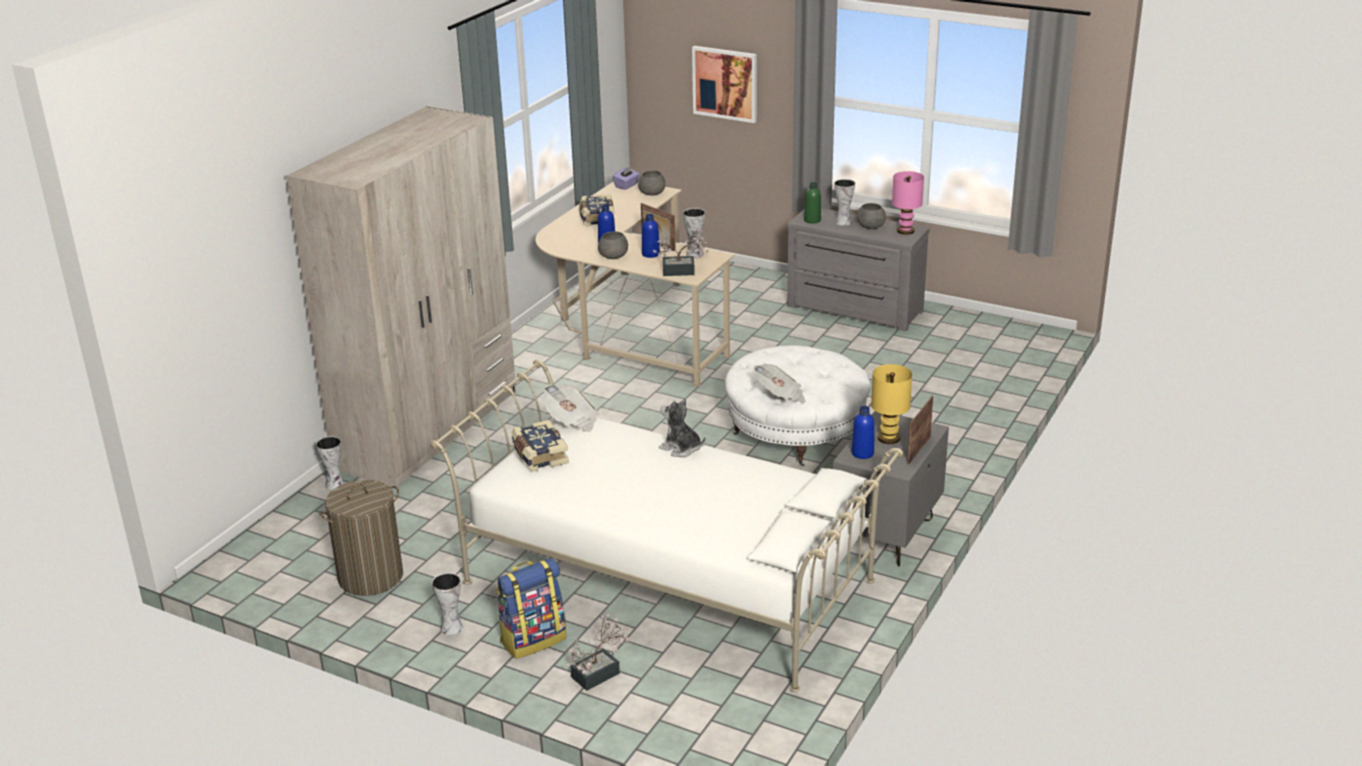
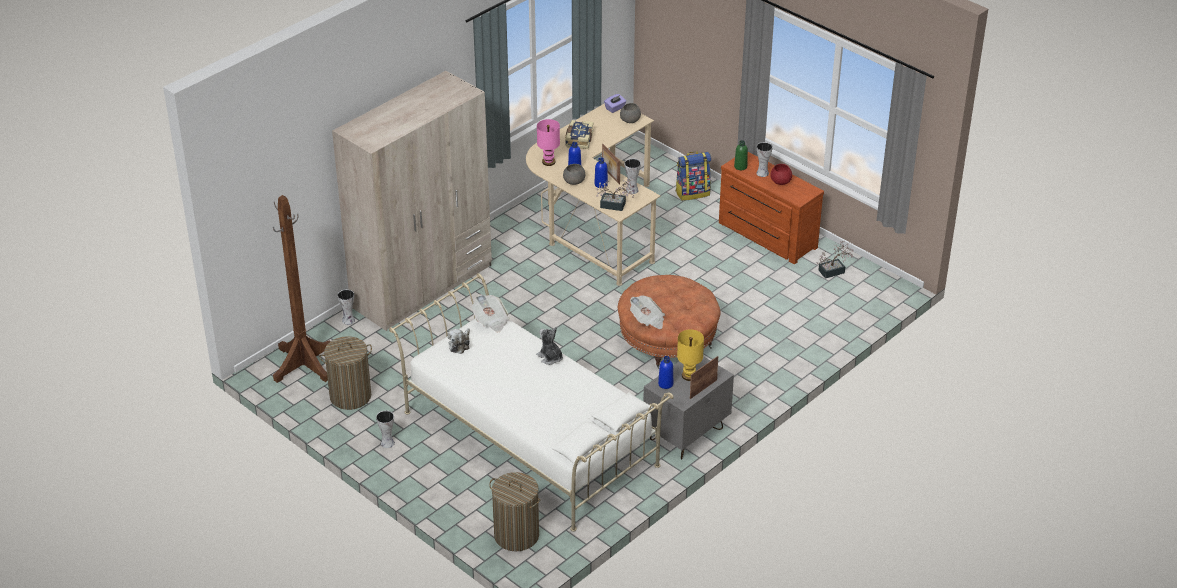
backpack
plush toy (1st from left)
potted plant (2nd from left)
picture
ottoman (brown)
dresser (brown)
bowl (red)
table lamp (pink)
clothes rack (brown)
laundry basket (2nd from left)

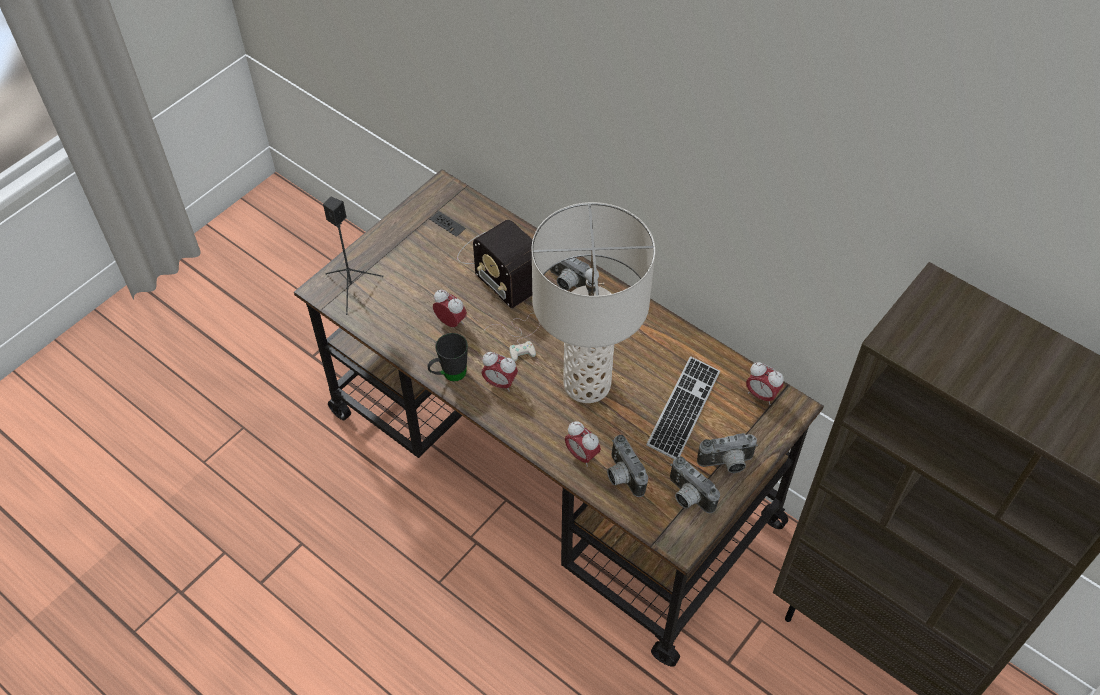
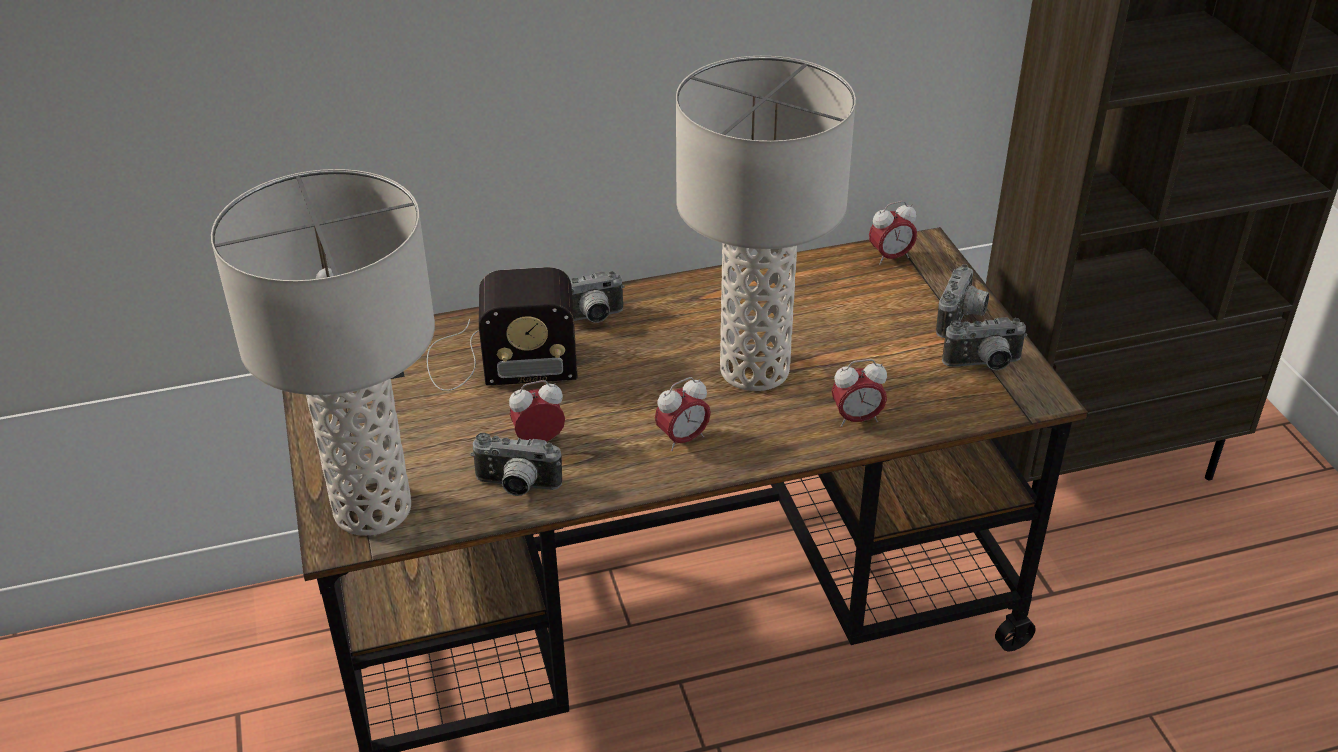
table lamp (white) (1st from left)
mug (black)
game controller (white)
photo camera (1st from left)
keyboard

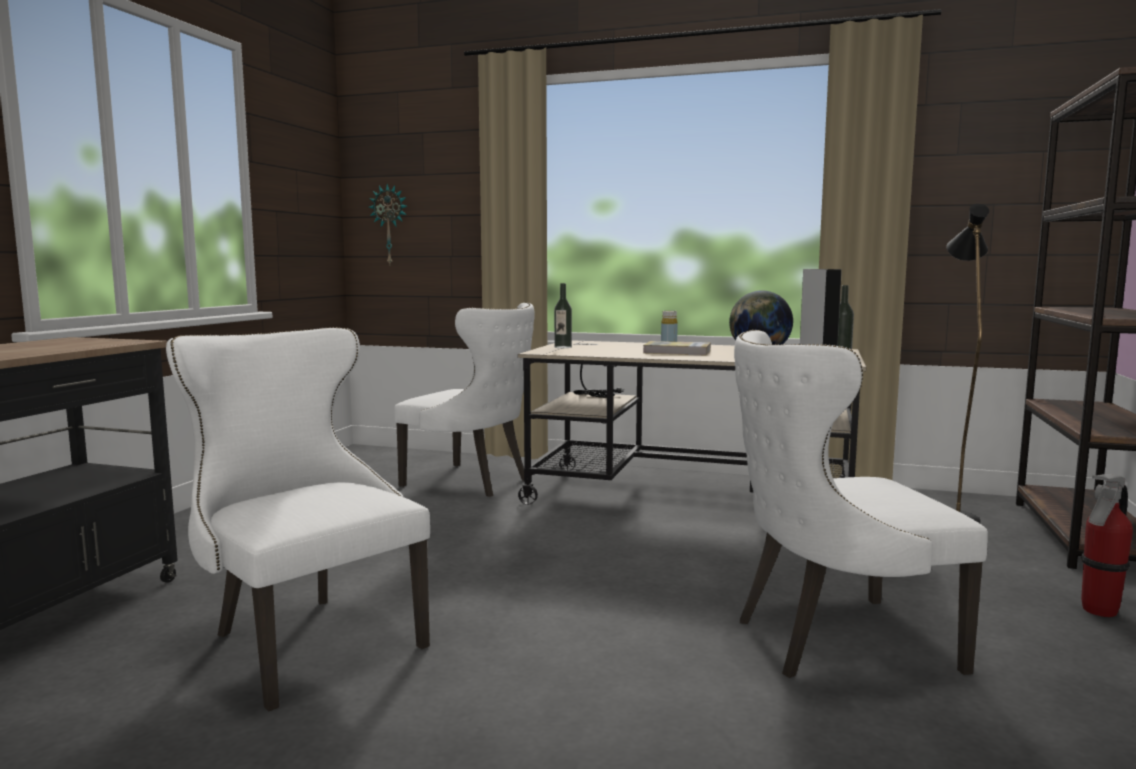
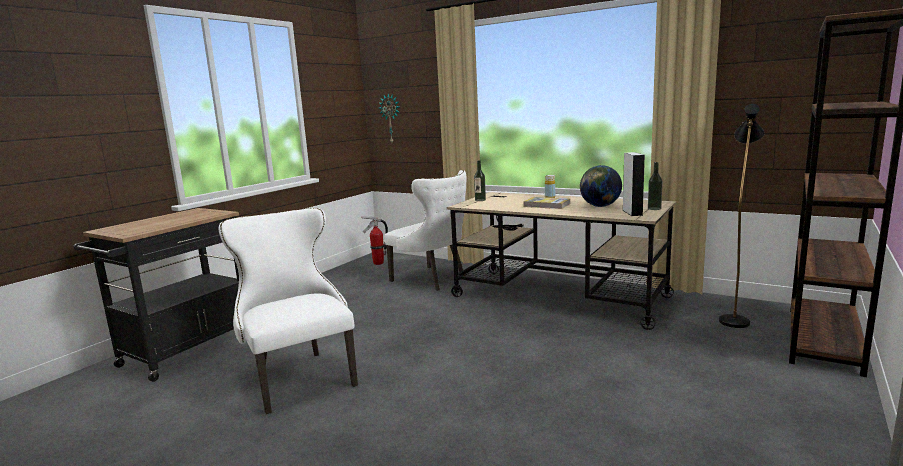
chair (white) (3rd from left in the first image)
fire extinguisher

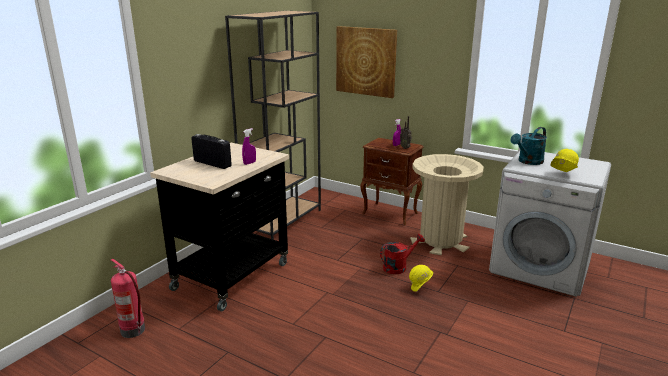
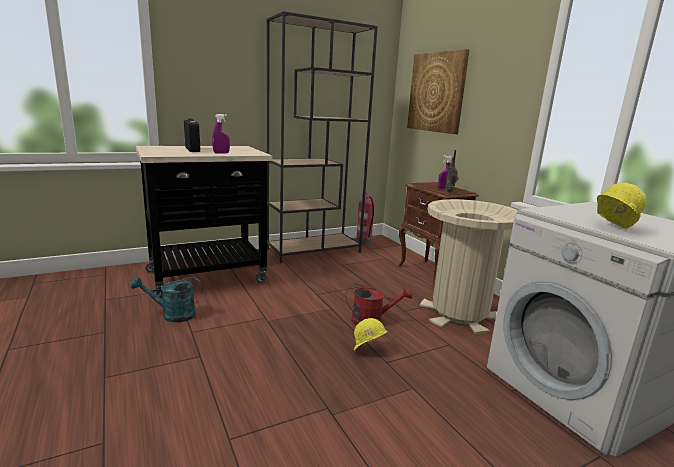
fire extinguisher
watering can (turquoise)

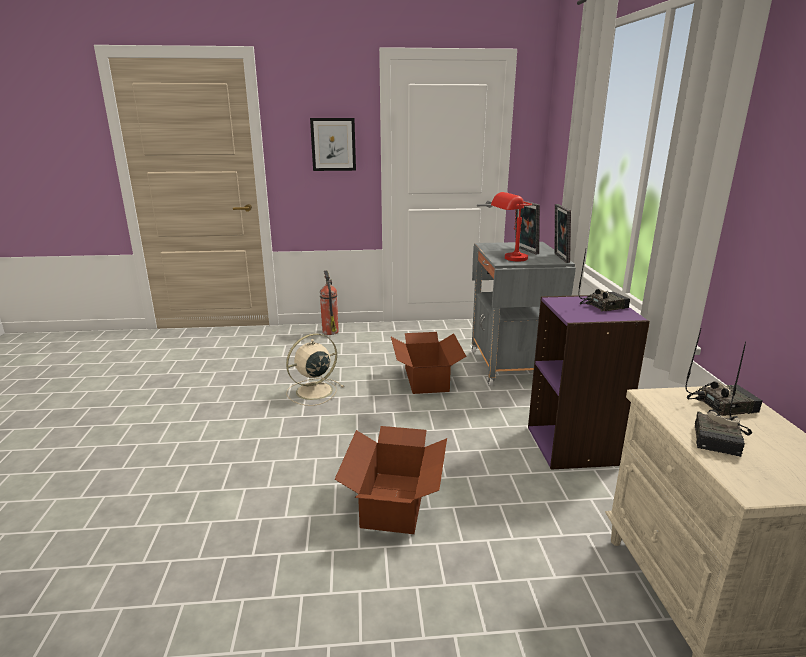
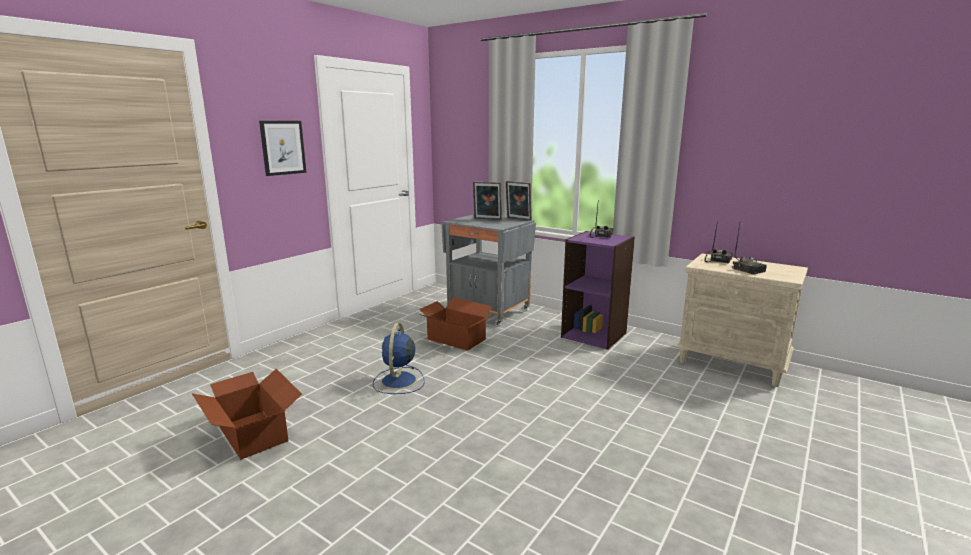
fan (blue)
fire extinguisher
cardboard box (1st from left)
table lamp (red)

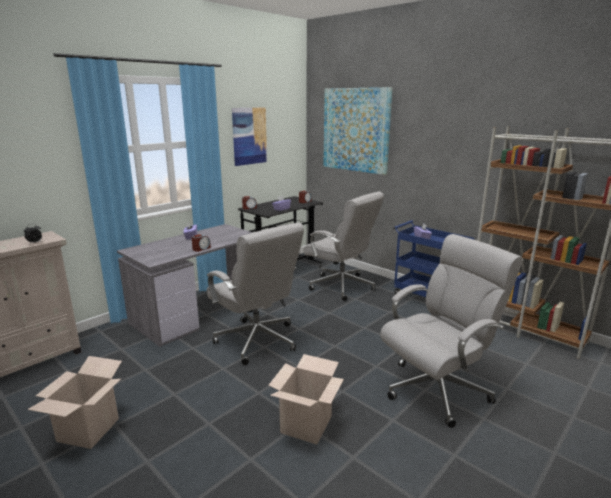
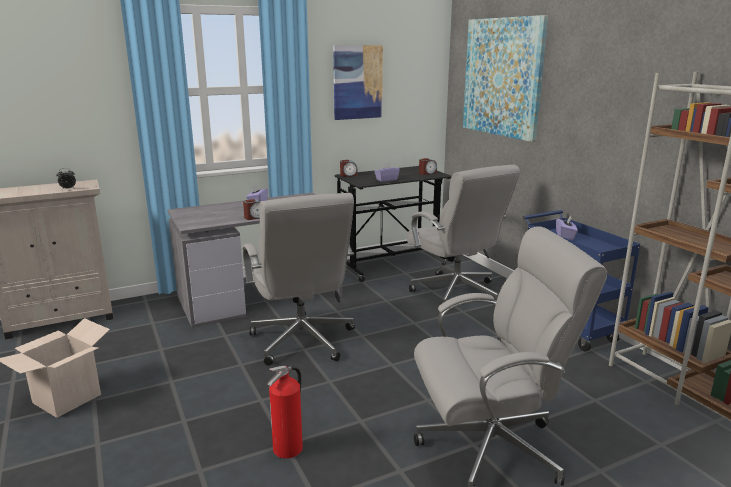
fire extinguisher

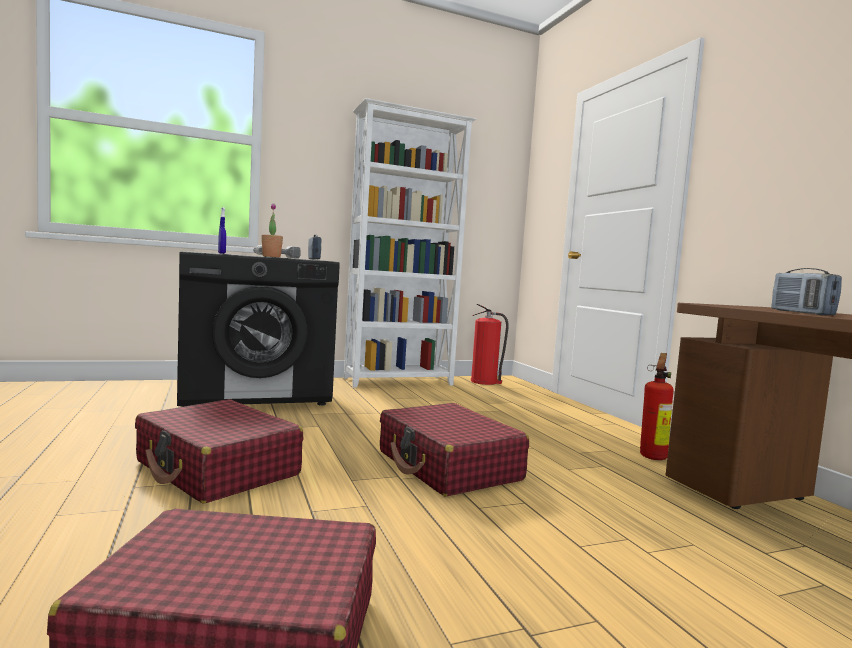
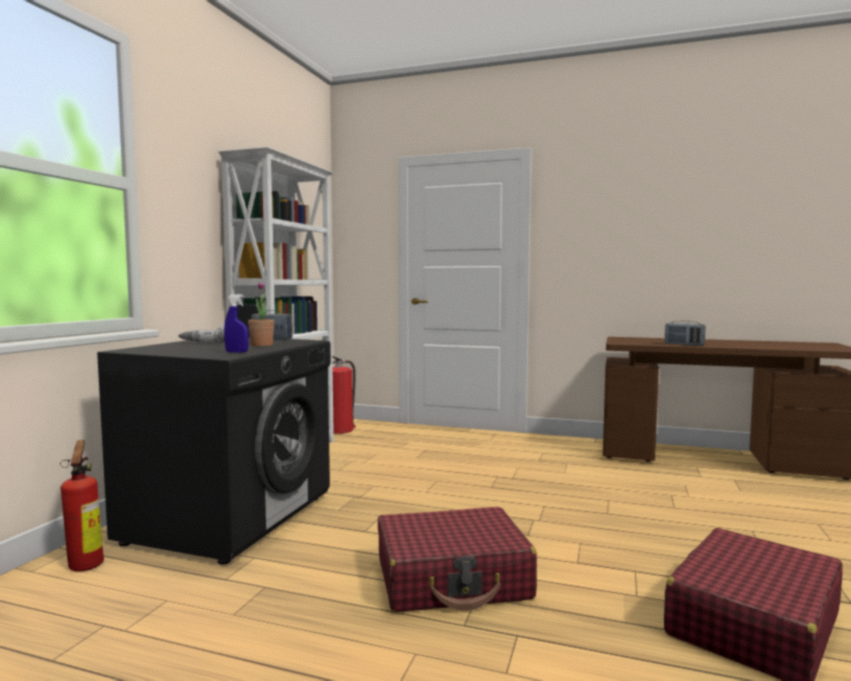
suitcase (red) (3rd from left in the first image)
fire extinguisher (1st from left)

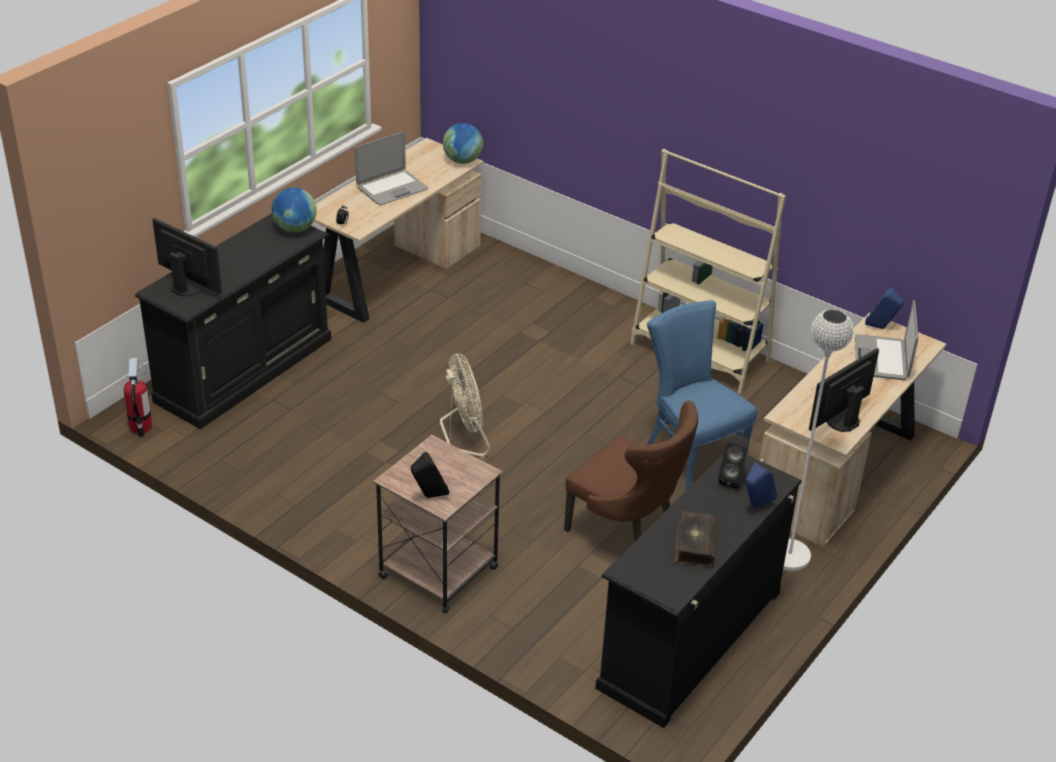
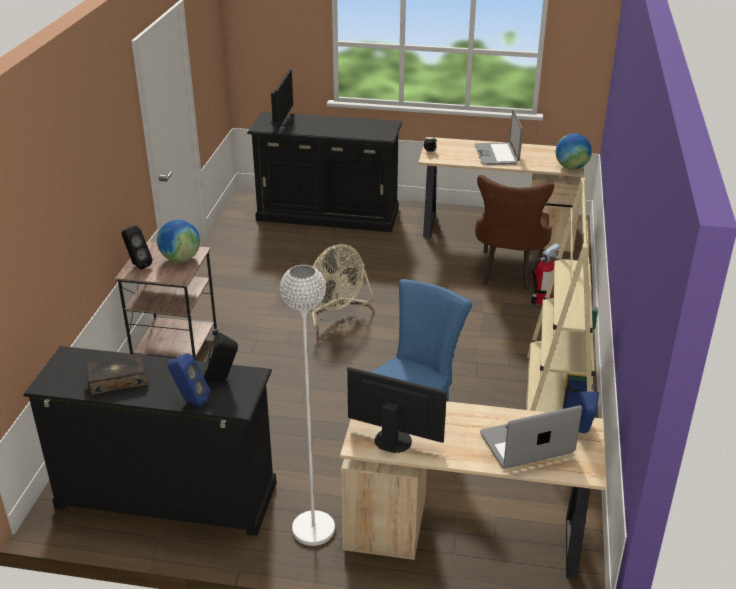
fire extinguisher
globe (1st from left)
laptop (1st from left)
chair (brown)

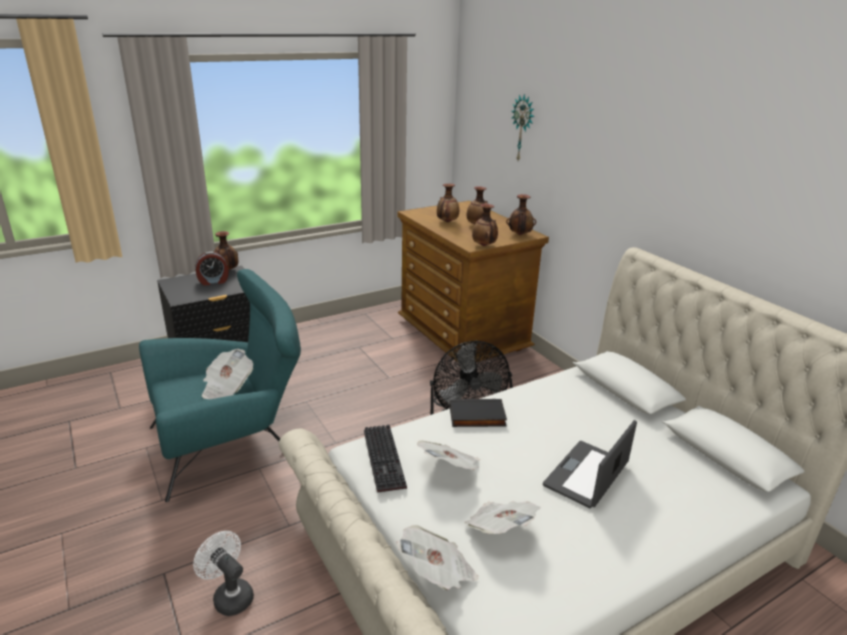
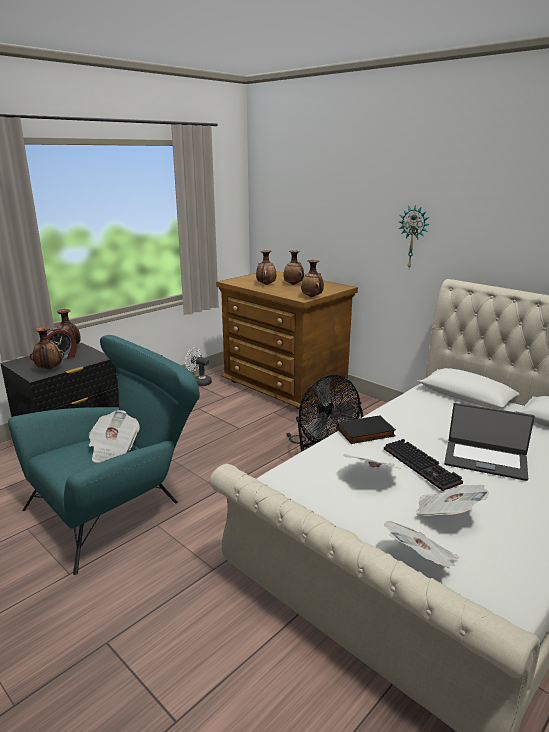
fan (white)
keyboard
vase (1st from left)
wall clock
laptop

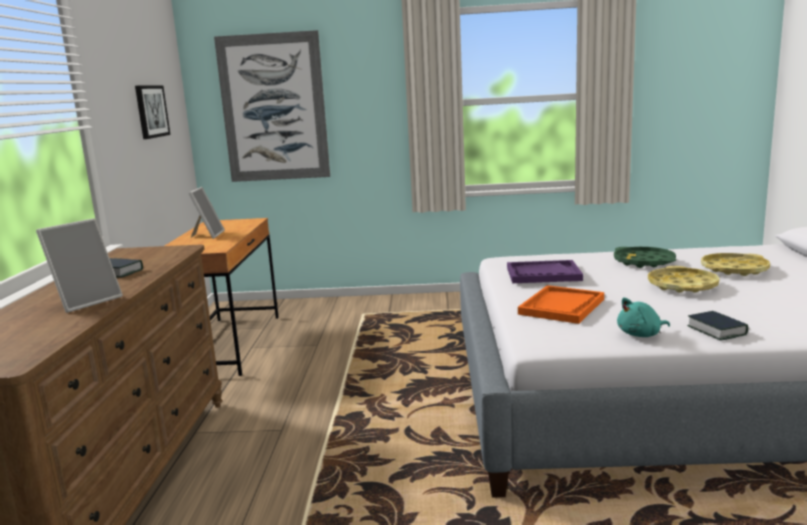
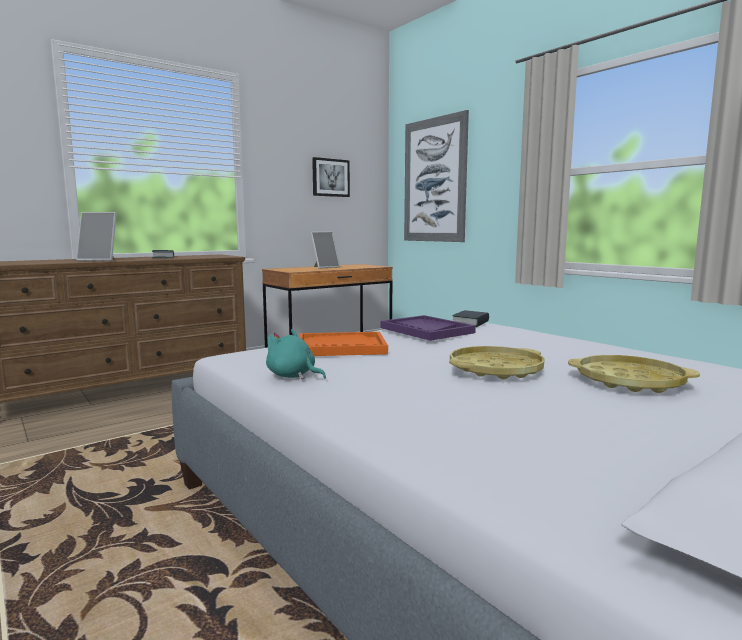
tray (green)
book (2nd from left)

